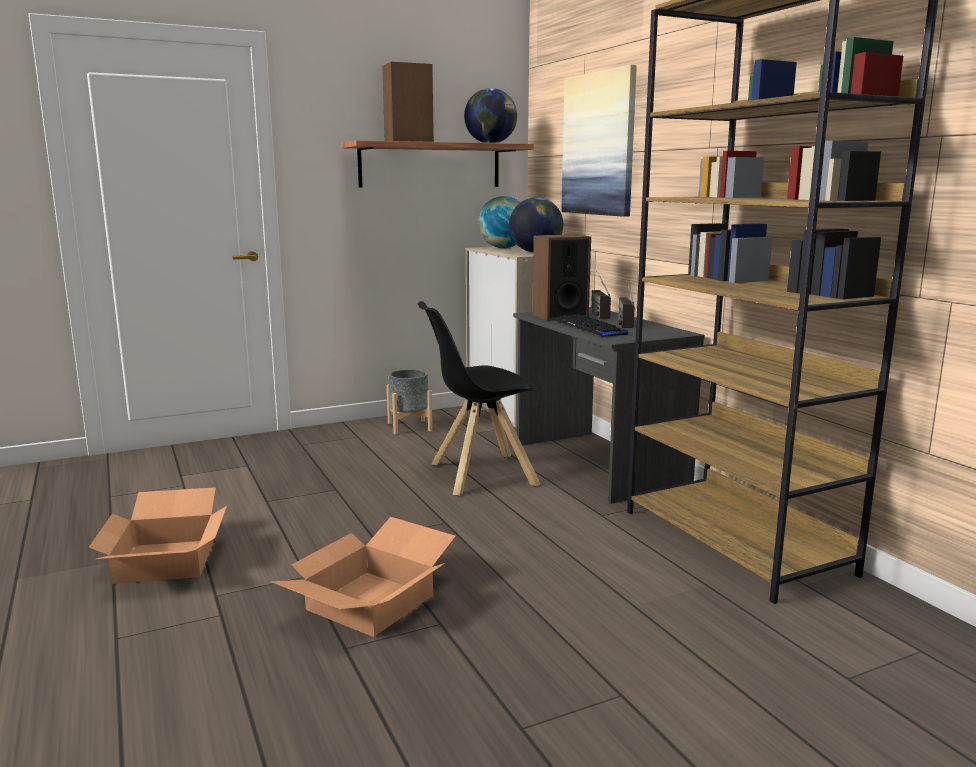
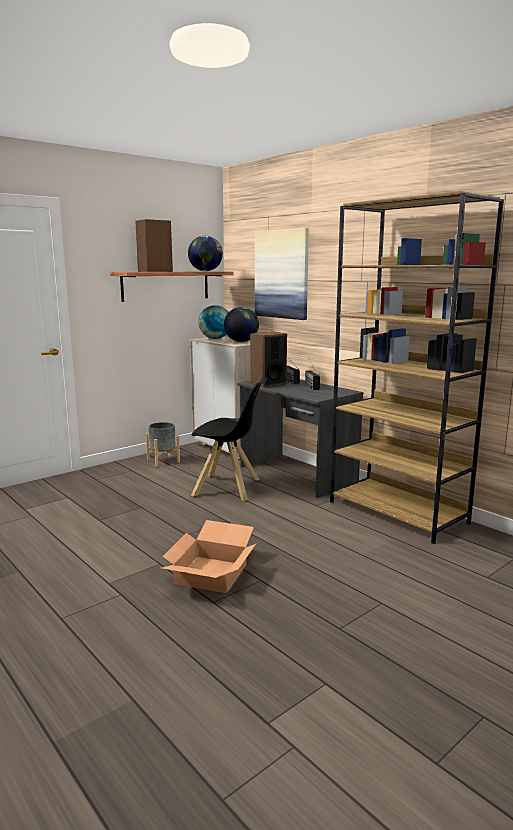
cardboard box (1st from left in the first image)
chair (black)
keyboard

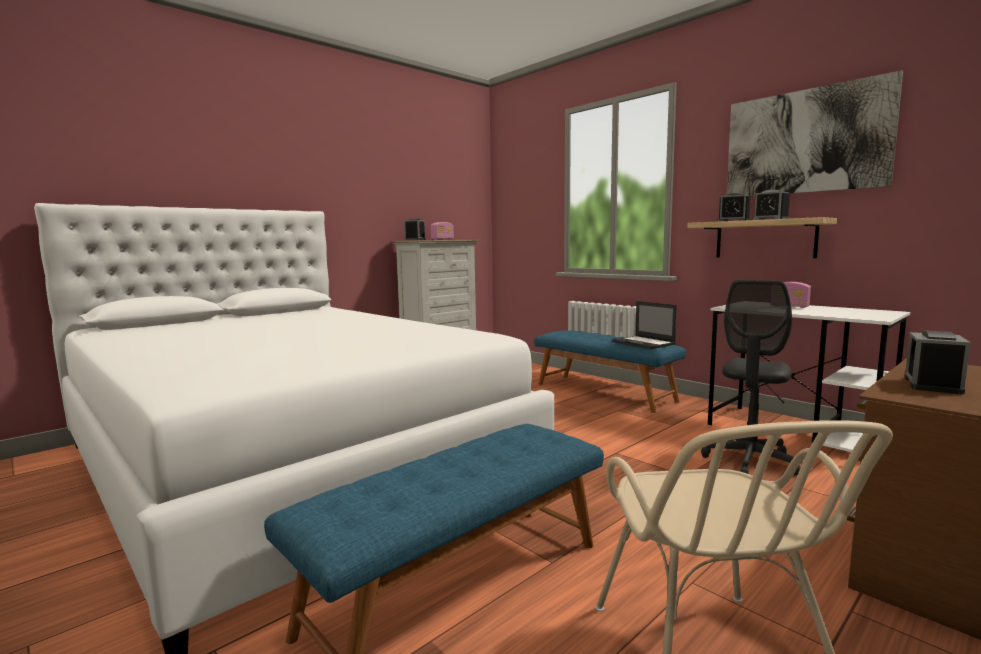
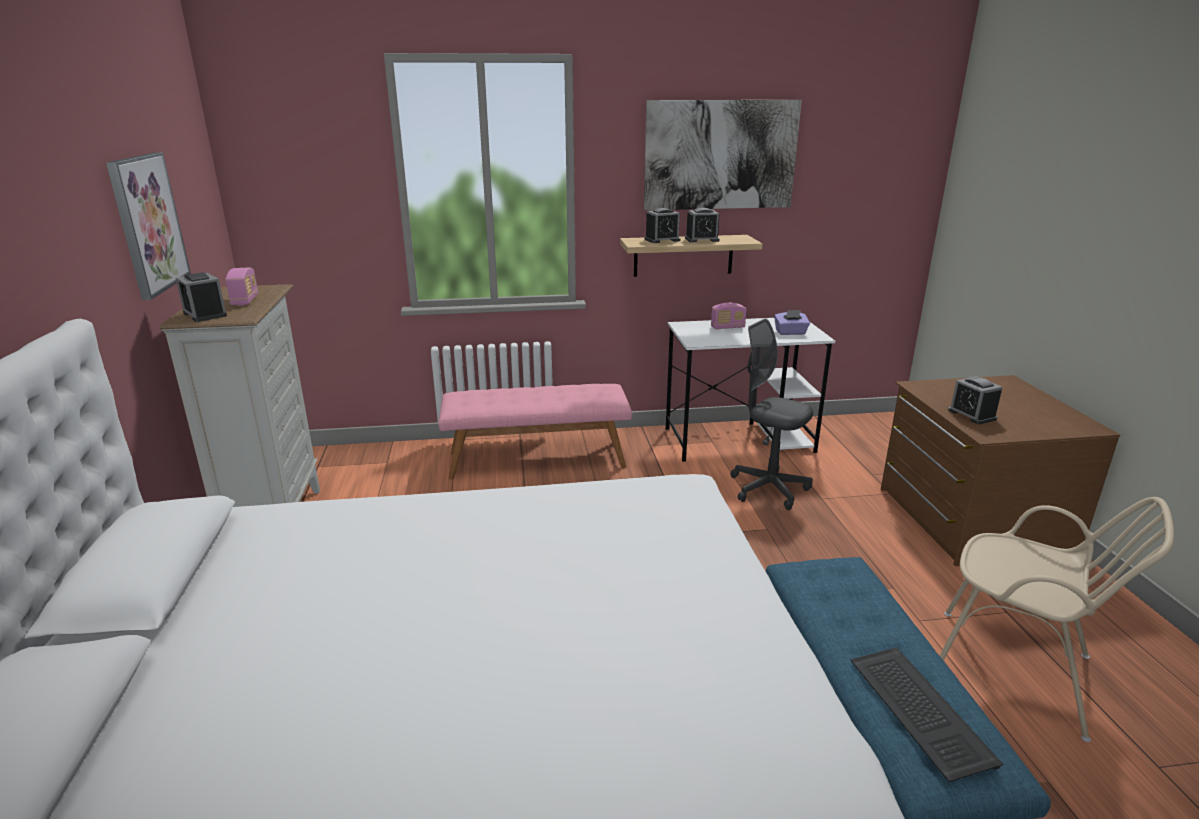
bench (pink)
laptop
office chair (grey)
picture (1st from left)
tissue box (purple)
keyboard

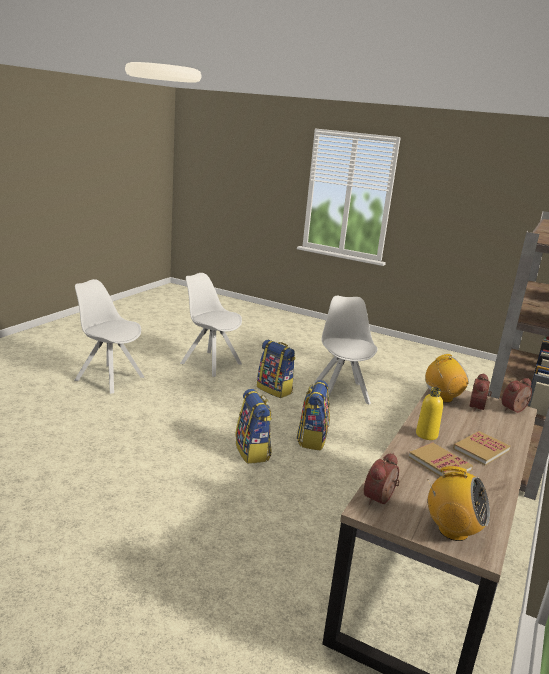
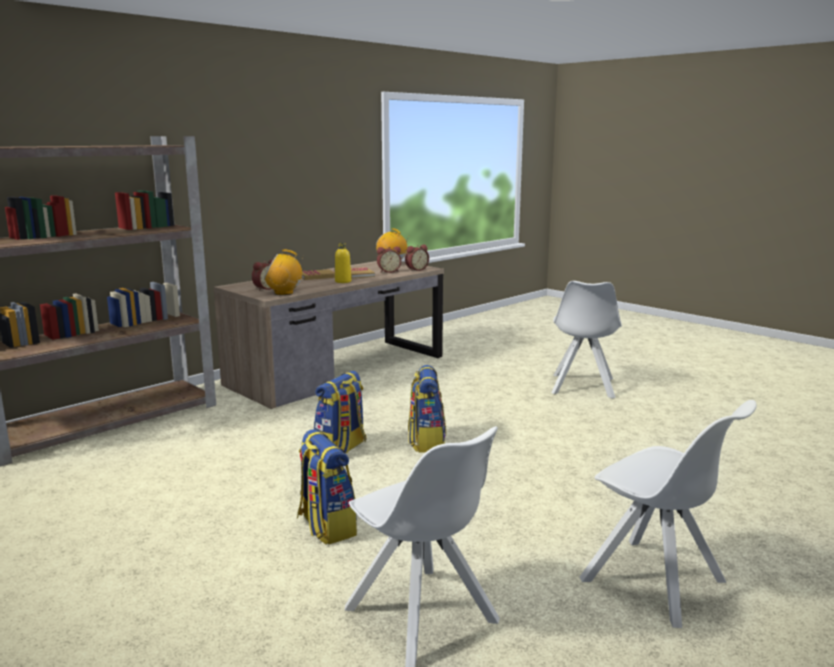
chair (white) (2nd from left)
alarm clock (2nd from left)

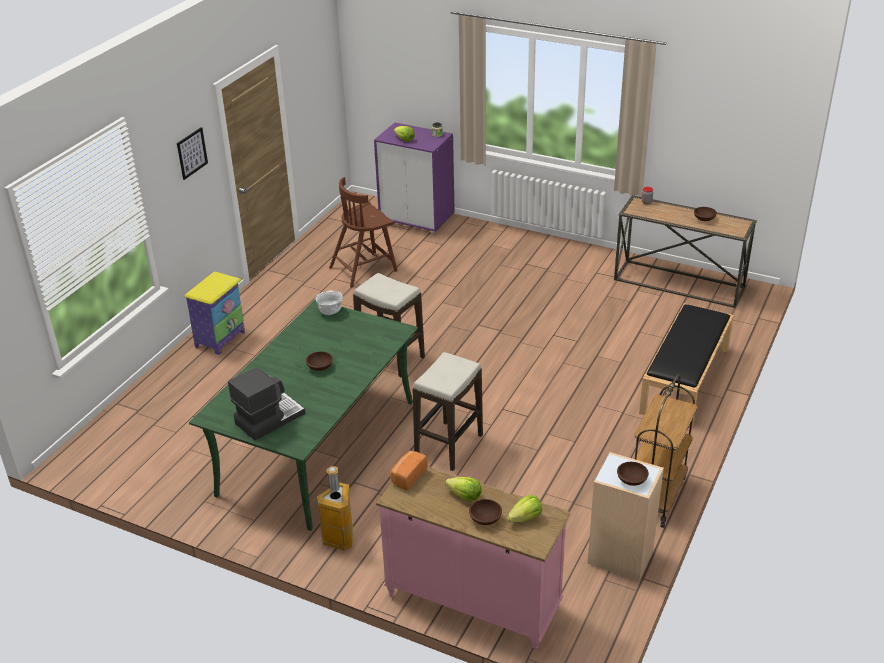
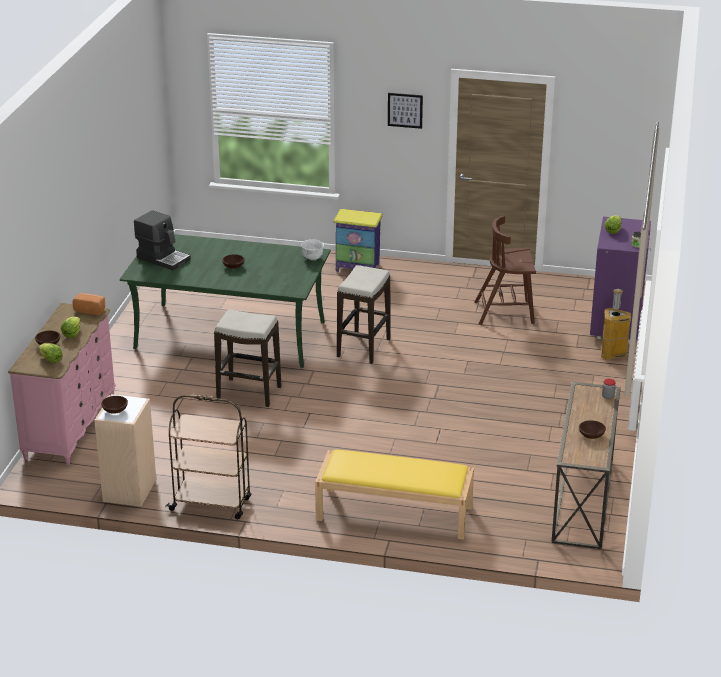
trash can
chair (brown)
bench (yellow)

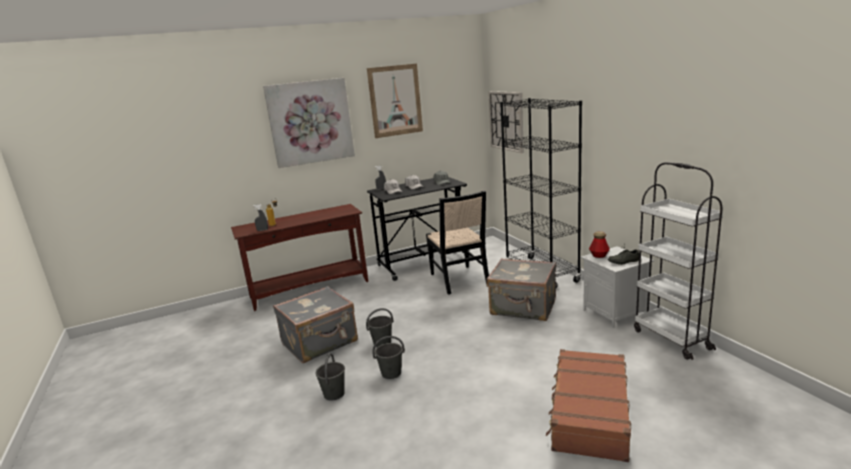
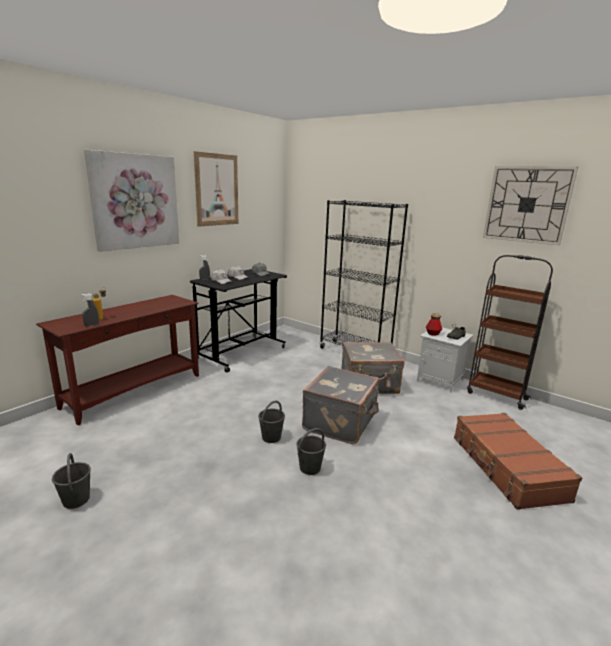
suitcase (grey) (1st from left)
bucket (grey) (1st from left)
chair
wall clock
cart (brown)

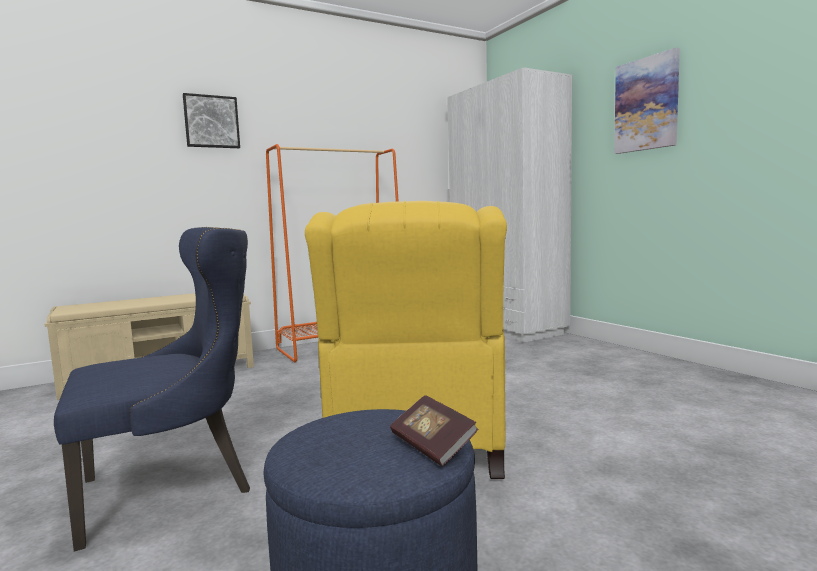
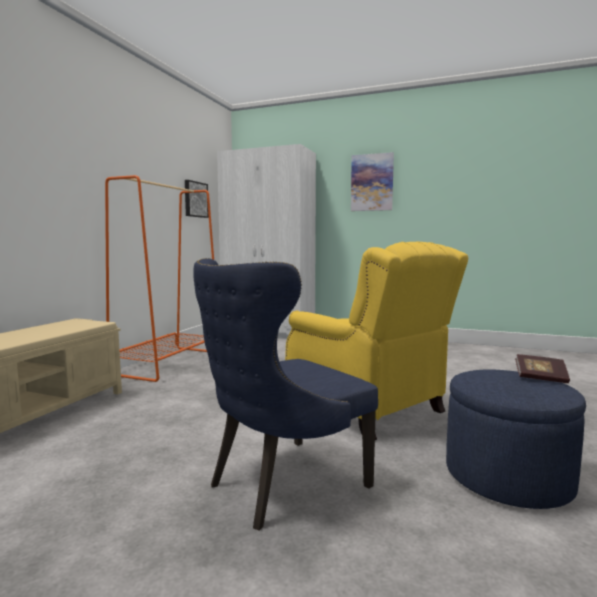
chair (blue)
picture (1st from left)

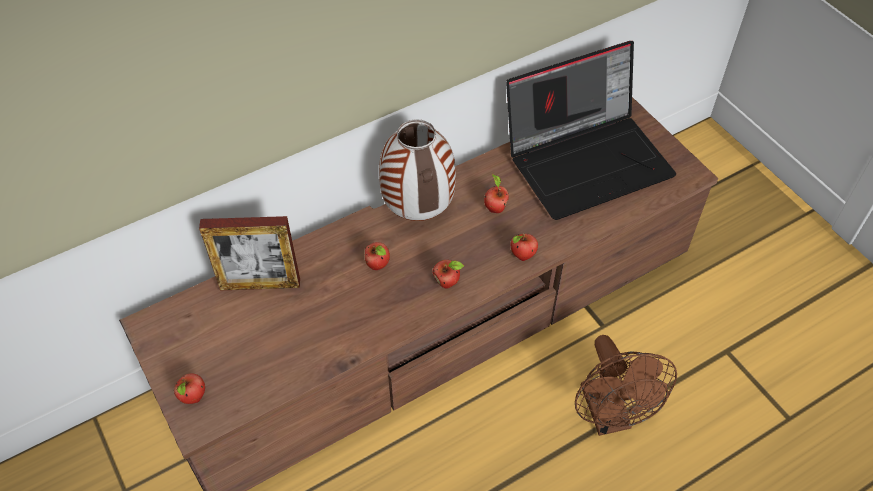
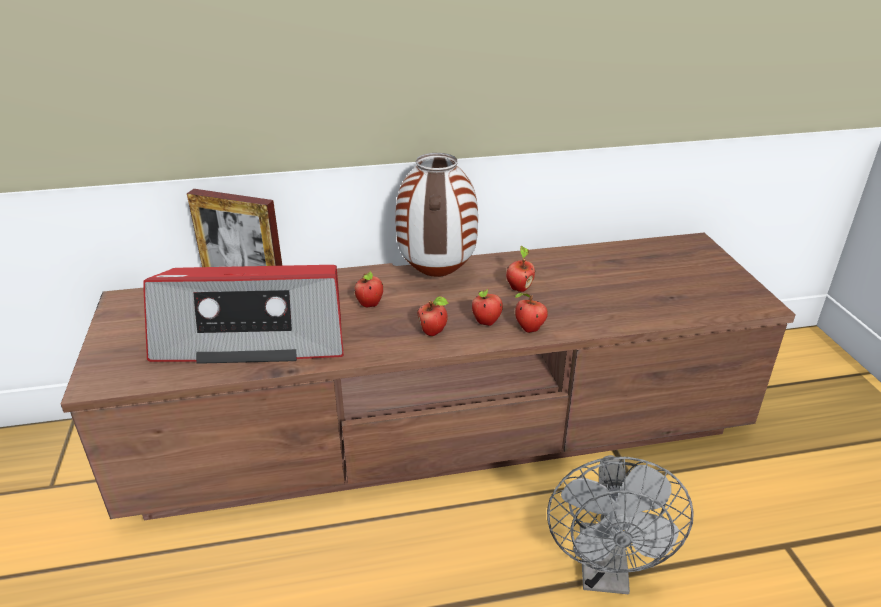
apple (3rd from left)
laptop
fan (grey)
radio

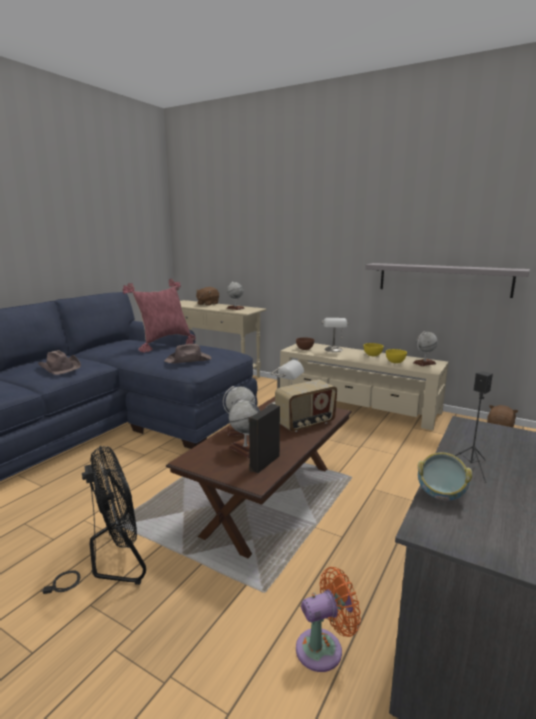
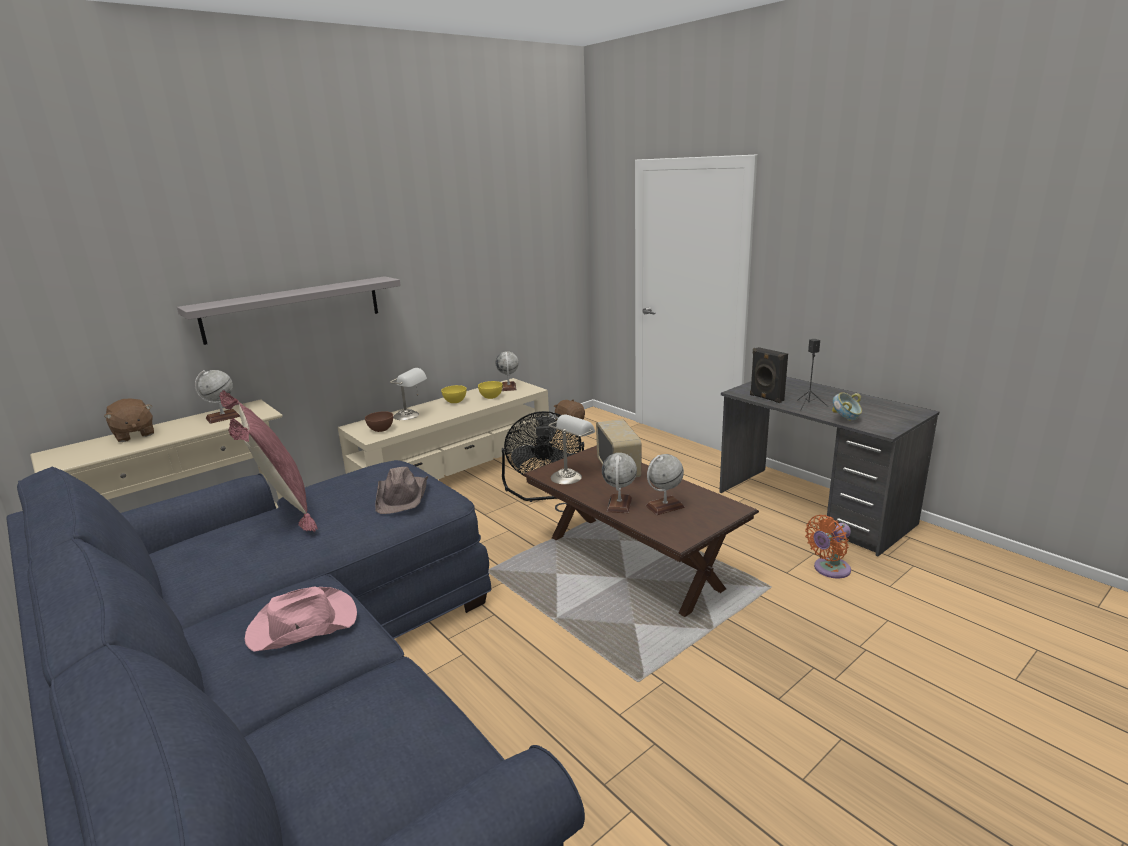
hat (pink)
fan (black)
speaker (black) (1st from left)
fan (orange)
shelf (grey)

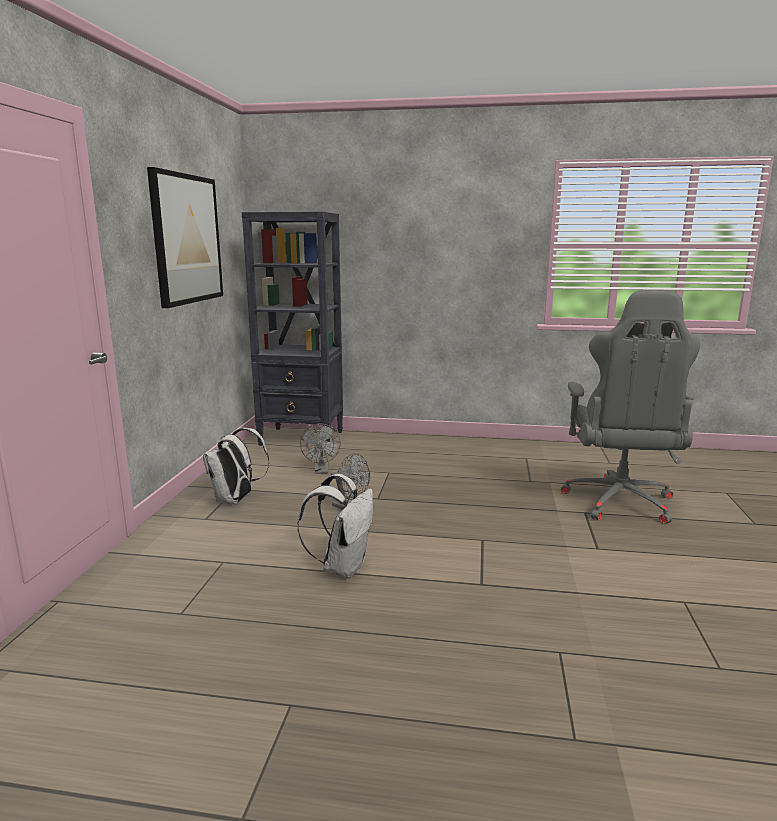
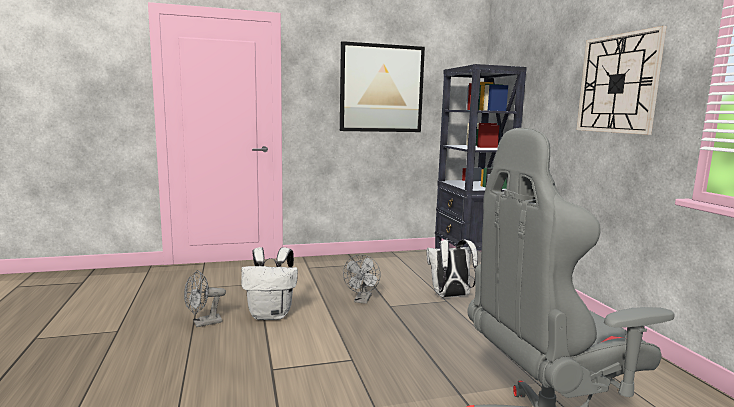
backpack (white) (2nd from left)
fan (grey) (1st from left)
wall clock

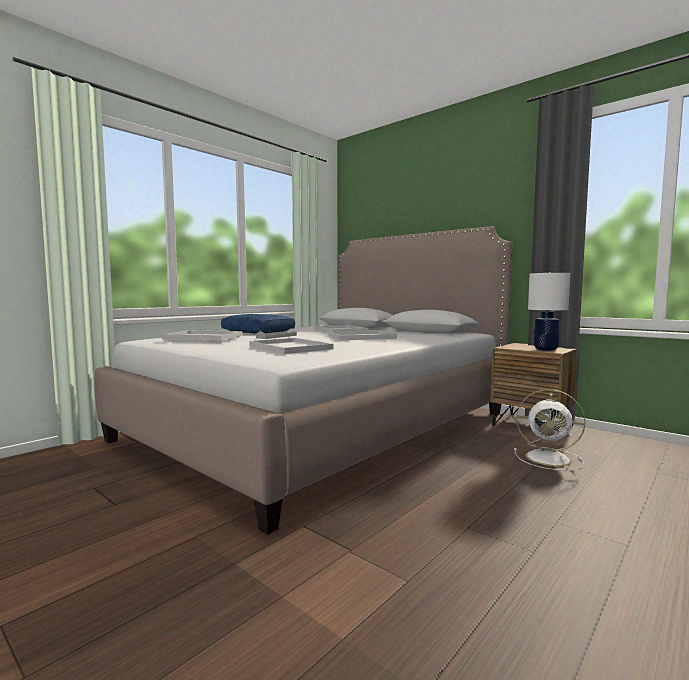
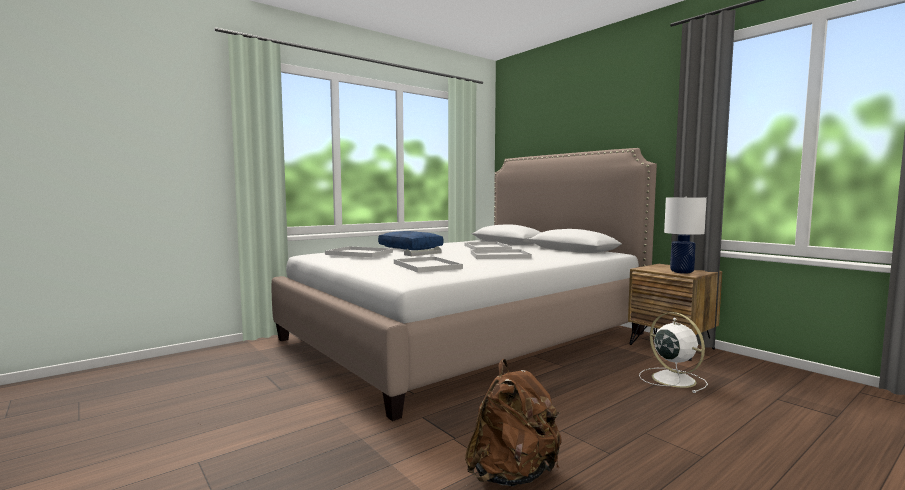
fan (white)
backpack (brown)

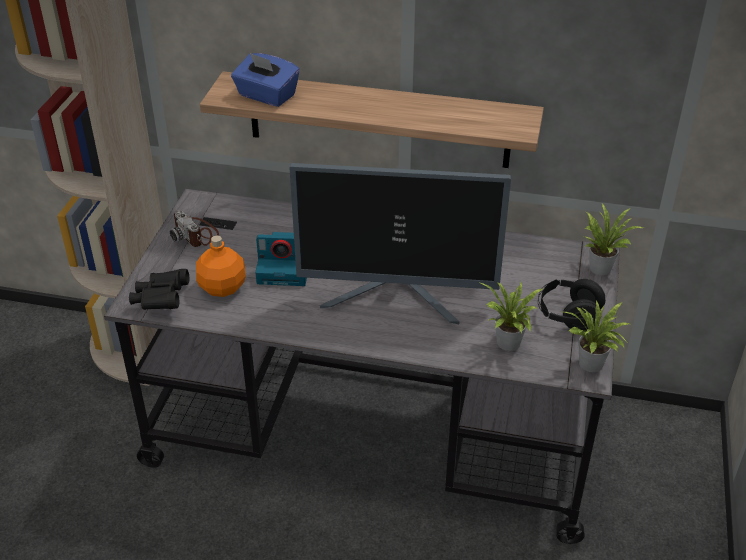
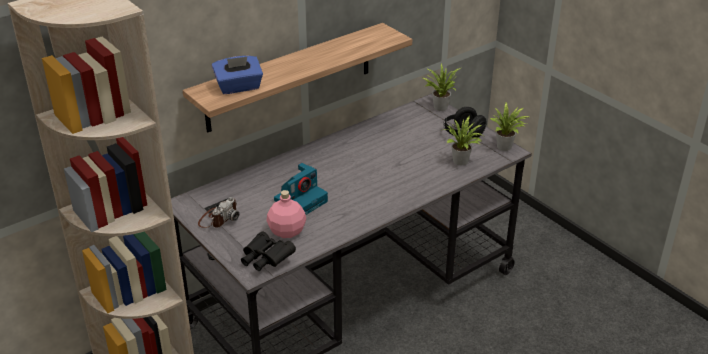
photo camera (1st from left)
bottle (pink)
monitor

